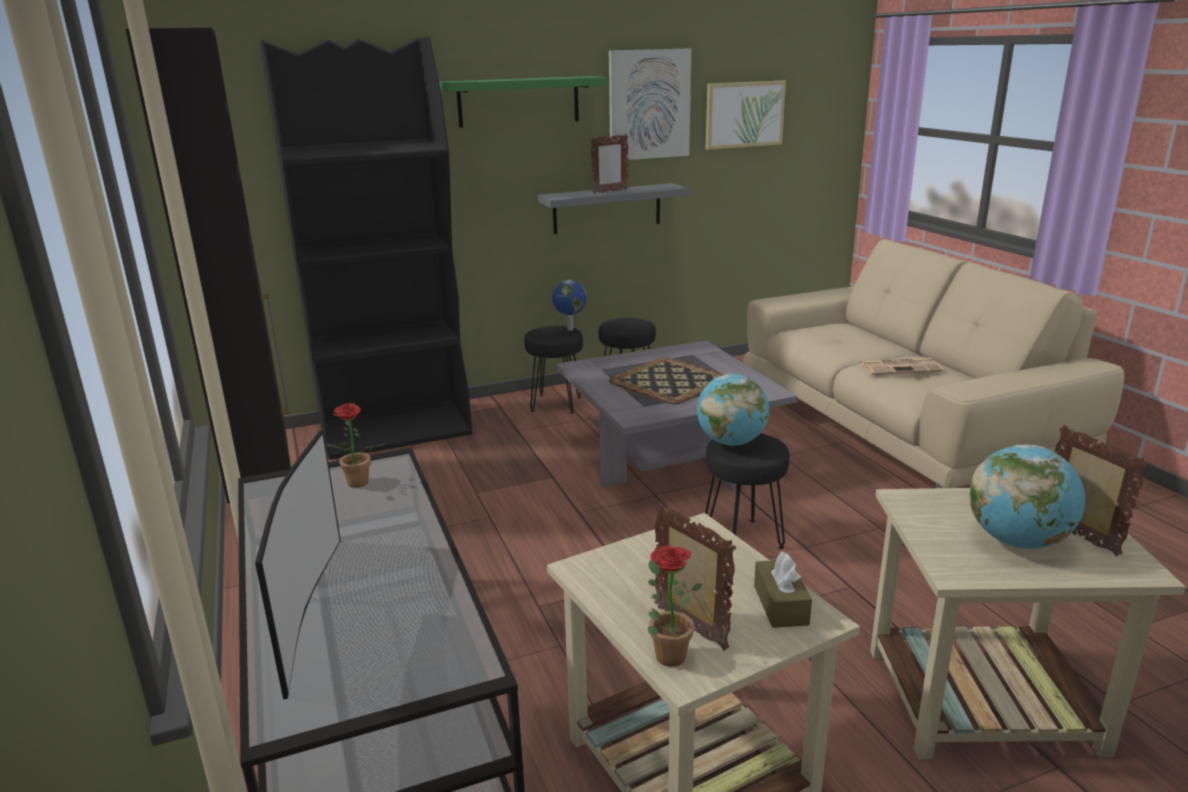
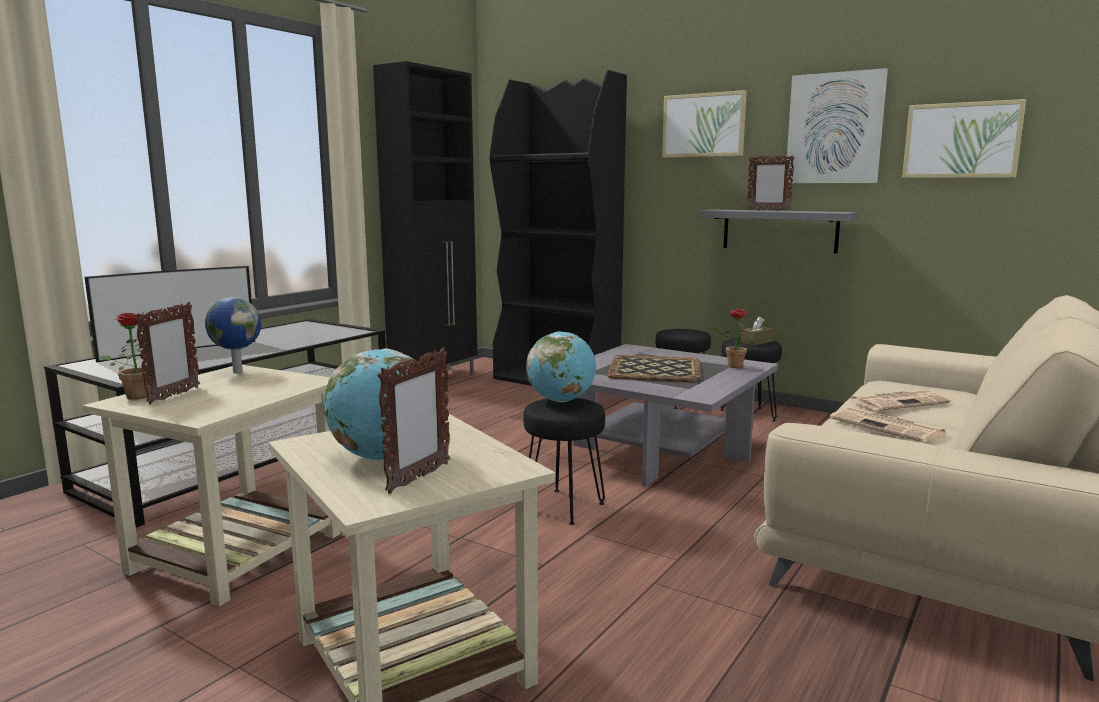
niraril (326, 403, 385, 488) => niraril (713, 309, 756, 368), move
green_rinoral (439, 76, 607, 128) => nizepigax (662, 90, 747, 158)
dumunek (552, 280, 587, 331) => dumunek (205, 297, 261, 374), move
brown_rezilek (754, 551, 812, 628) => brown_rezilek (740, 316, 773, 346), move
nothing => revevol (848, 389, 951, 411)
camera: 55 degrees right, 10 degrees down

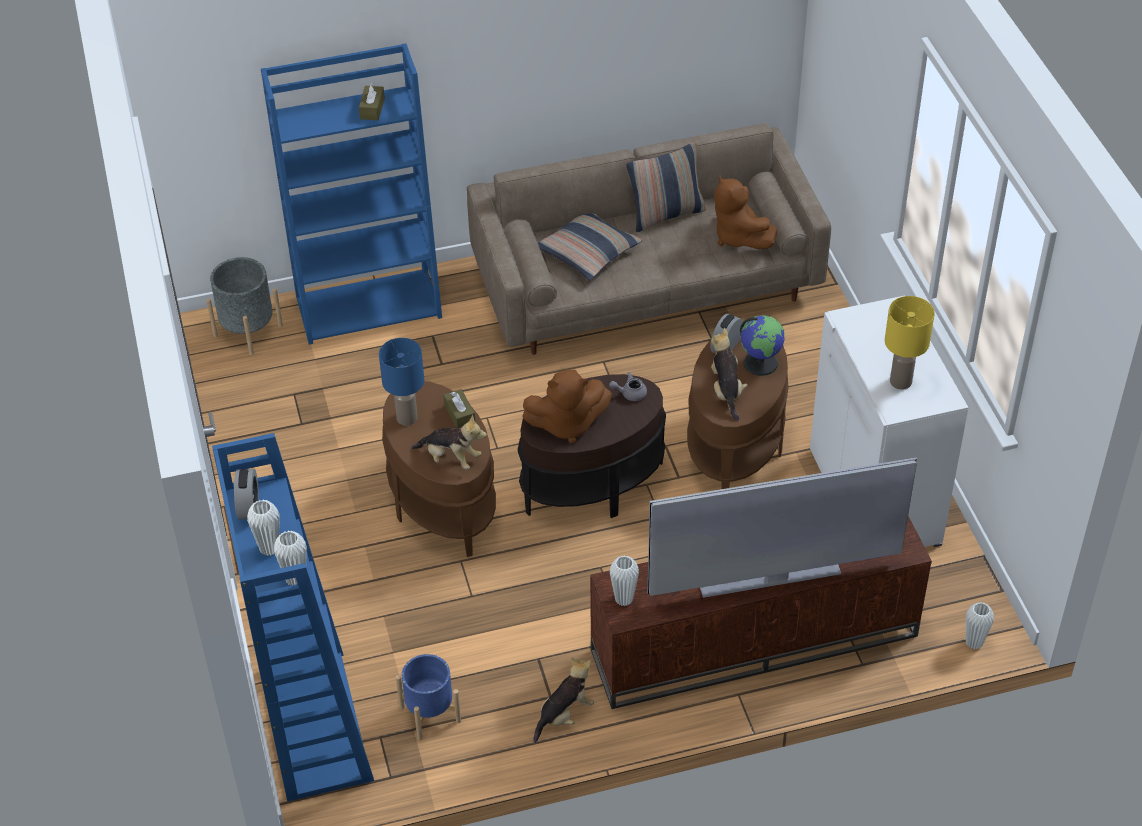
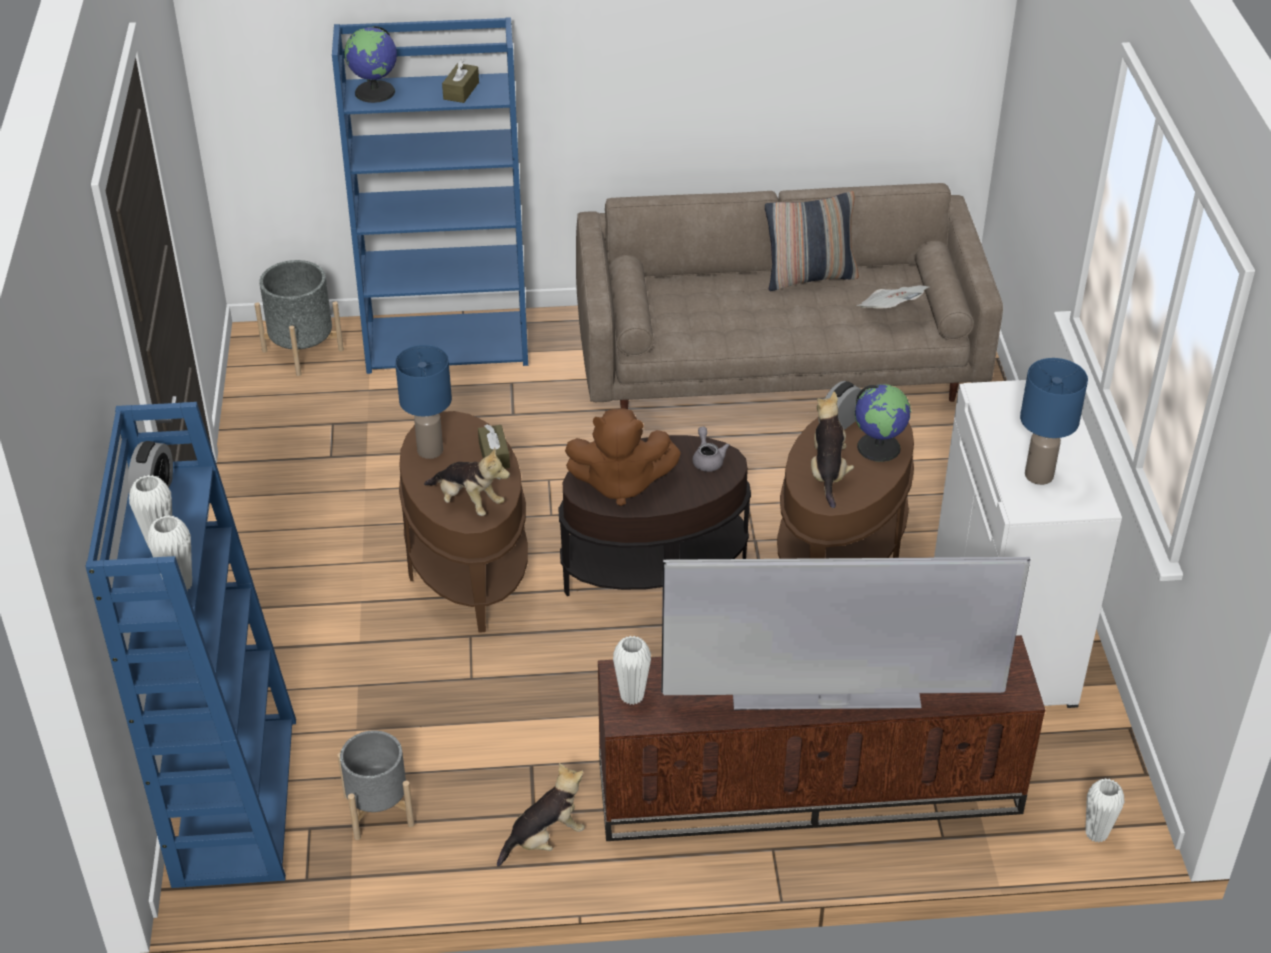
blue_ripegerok (396, 654, 461, 740) => grey_ripegerok (337, 730, 415, 840)
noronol (538, 213, 642, 281) => nothing
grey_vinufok (609, 372, 647, 401) => grey_vinufok (693, 427, 729, 472), 75 degrees clockwise
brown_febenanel (714, 175, 777, 249) => revevol (857, 285, 929, 309)
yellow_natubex (885, 296, 935, 390) => blue_natubex (1020, 358, 1088, 485)
nothing => dumunek (345, 26, 397, 103)
camera: 10 degrees right, 5 degrees down

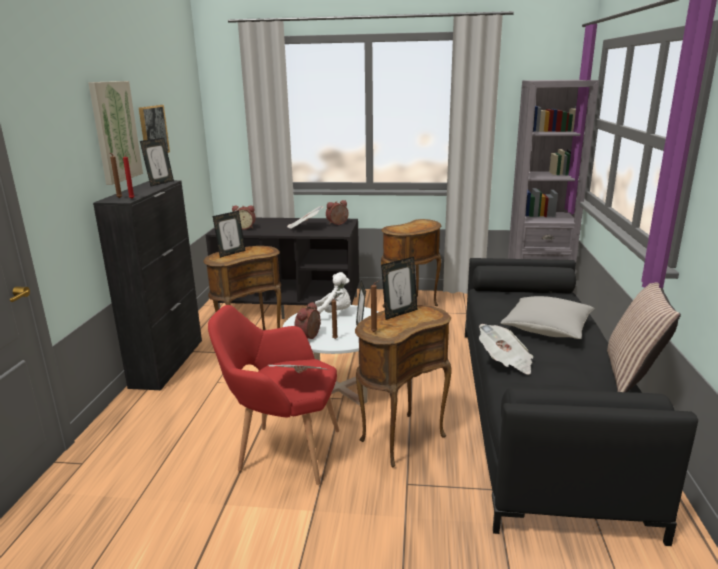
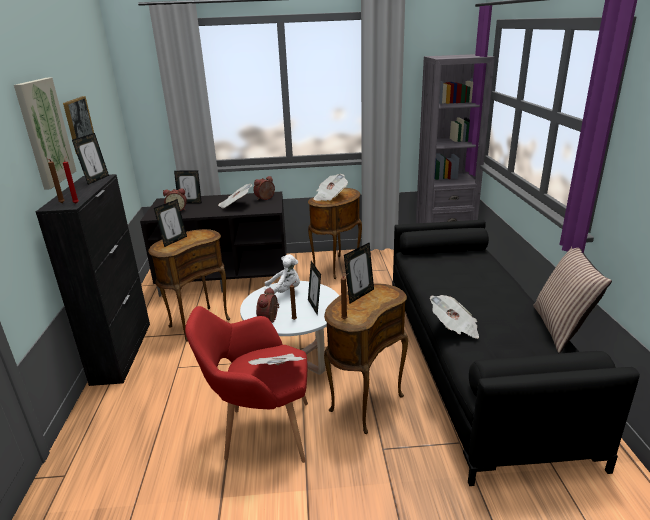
grey_noronol (501, 296, 595, 339) => nothing
nothing => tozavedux (174, 170, 202, 204)
nothing => revevol (313, 174, 348, 201)
camera: 10 degrees left, 5 degrees up

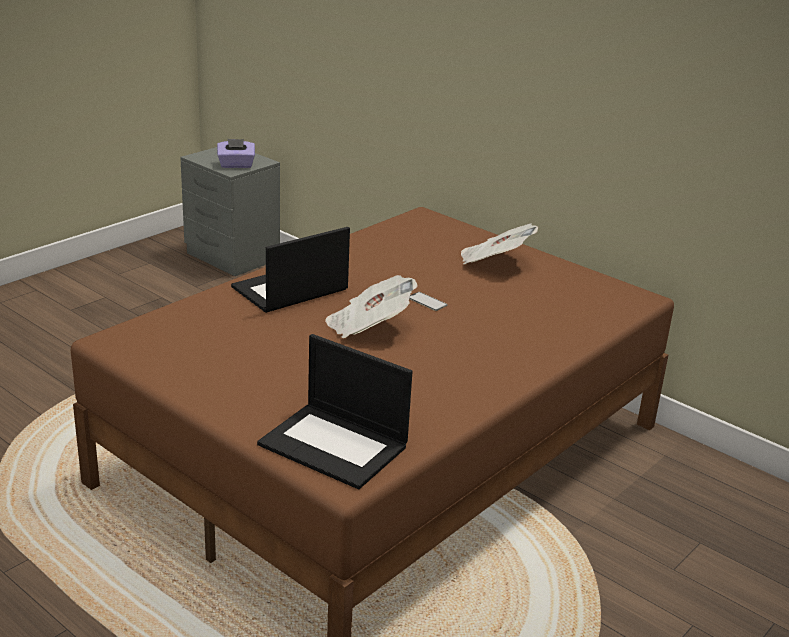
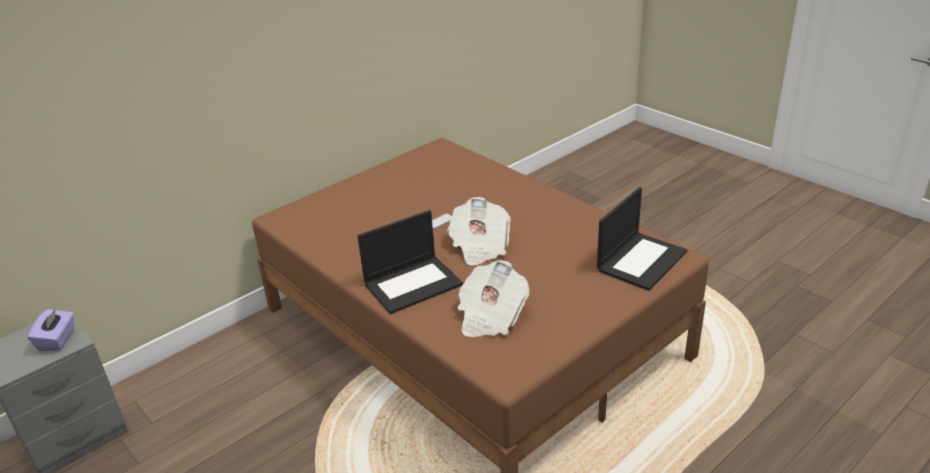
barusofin (231, 227, 350, 313) => barusofin (357, 210, 463, 314), 90 degrees counterclockwise
revevol (461, 224, 538, 264) => revevol (458, 260, 530, 337), move
camera: 80 degrees left, 5 degrees up

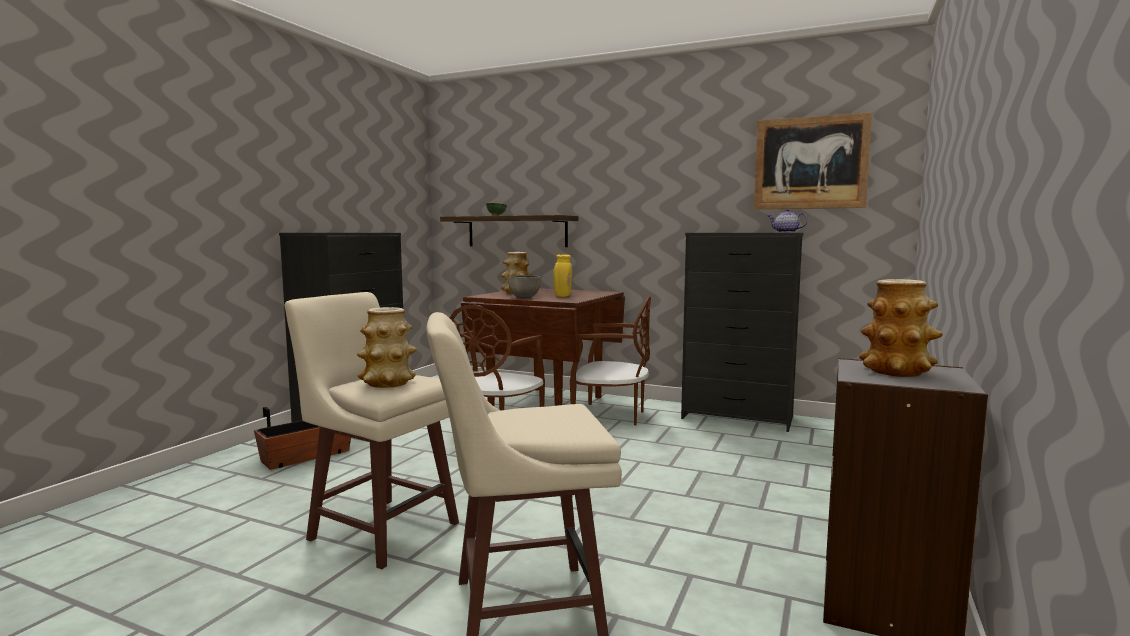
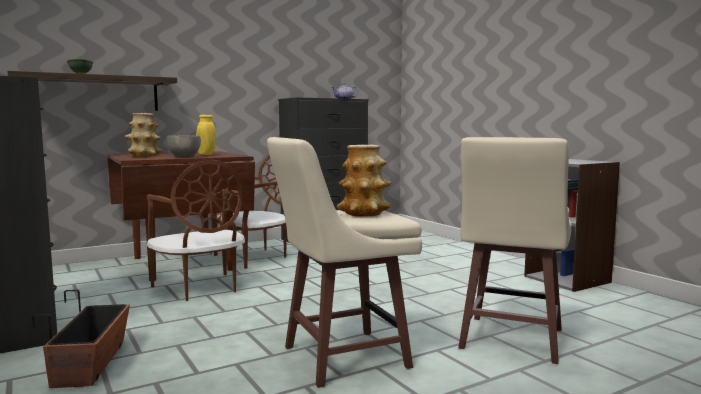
nizepigax (754, 112, 872, 210) => nothing
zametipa (859, 279, 943, 377) => nothing
camera: 55 degrees left, 0 degrees up

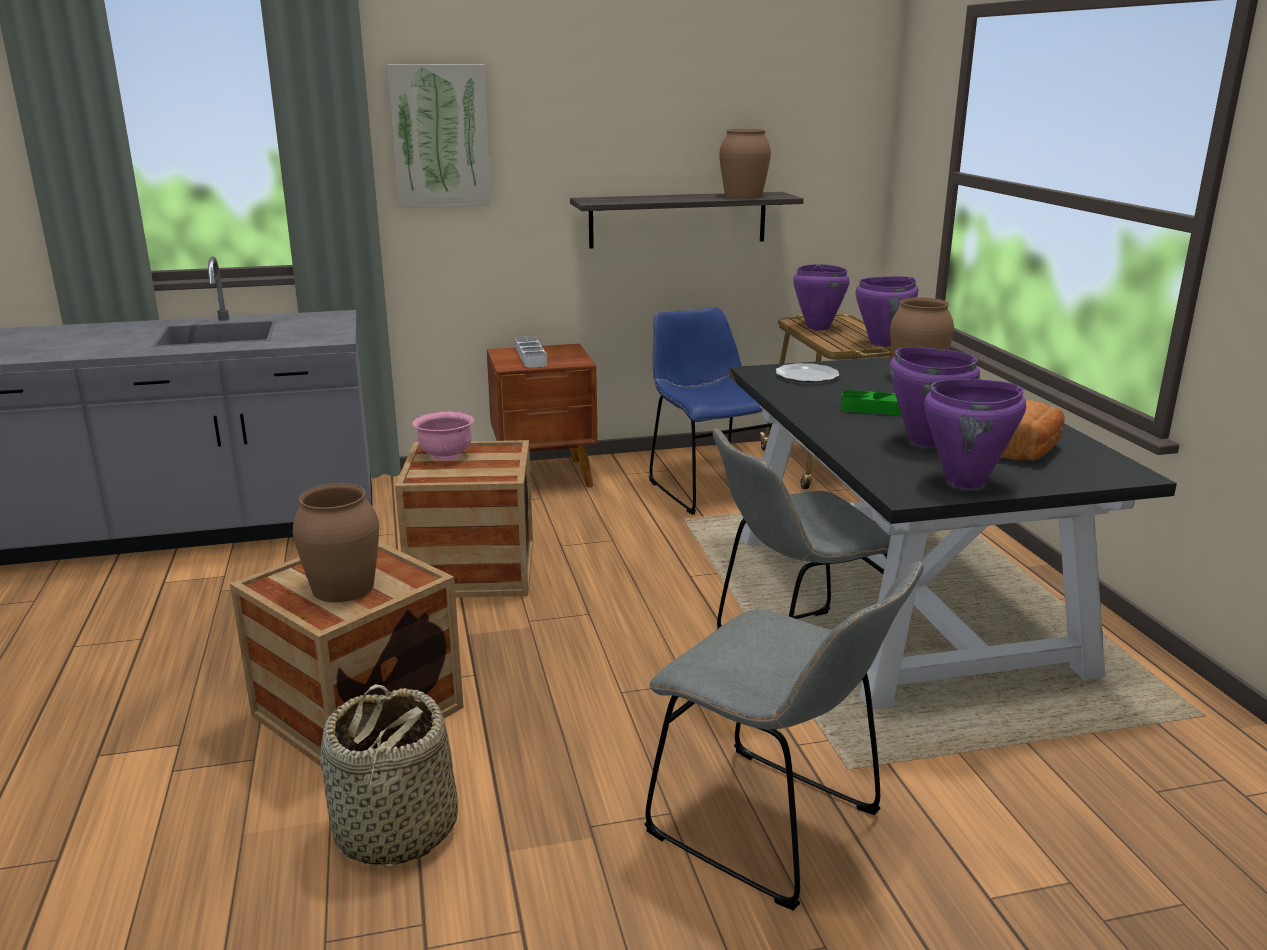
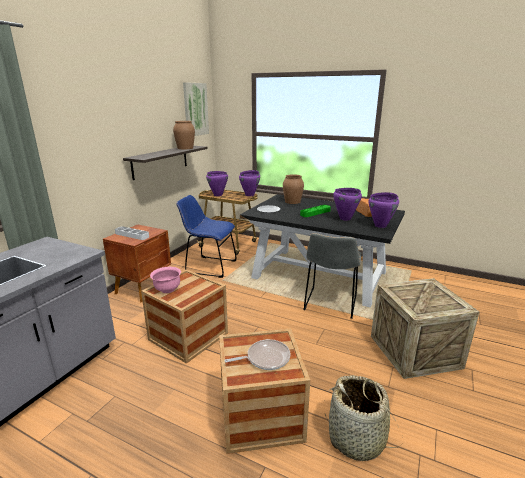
brown_zametipa (293, 483, 379, 602) => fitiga (224, 339, 291, 370)
nizepigax (387, 64, 491, 208) => nizepigax (183, 82, 209, 136), move
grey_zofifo (645, 561, 924, 911) => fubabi (371, 278, 479, 379)
camera: 50 degrees left, 0 degrees up

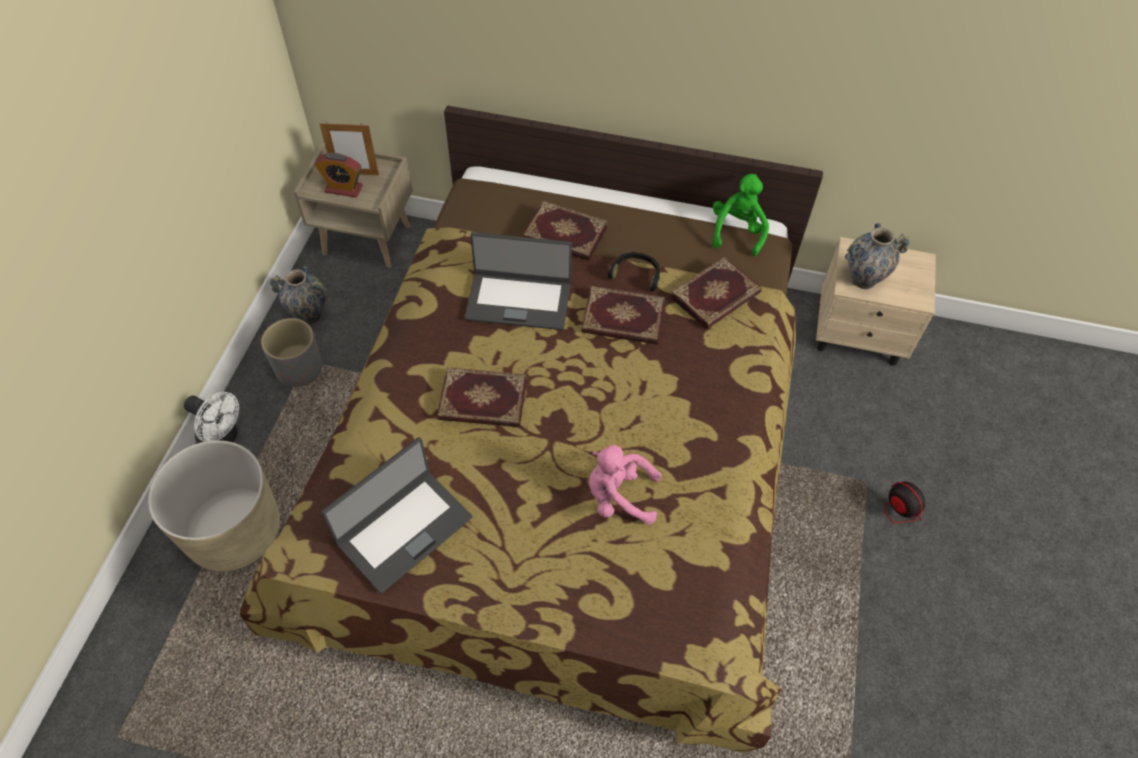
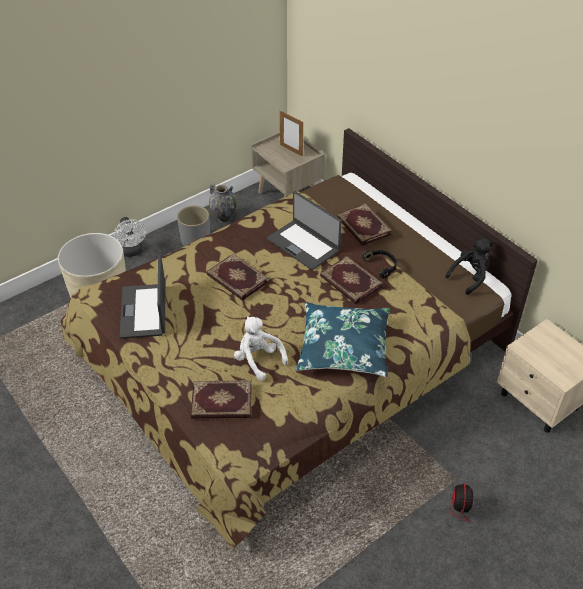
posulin (315, 153, 363, 198) => nothing
barusofin (321, 437, 473, 593) => barusofin (120, 255, 166, 339), 90 degrees clockwise
pink_febenanel (589, 445, 662, 525) => white_febenanel (234, 316, 288, 381)
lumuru (670, 256, 761, 329) => lumuru (191, 381, 252, 418), move
green_febenanel (712, 174, 769, 257) => black_febenanel (445, 238, 493, 295)
zametipa (845, 223, 910, 289) => nothing
nothing => blue_noronol (296, 302, 390, 377)
camera: 40 degrees right, 10 degrees down

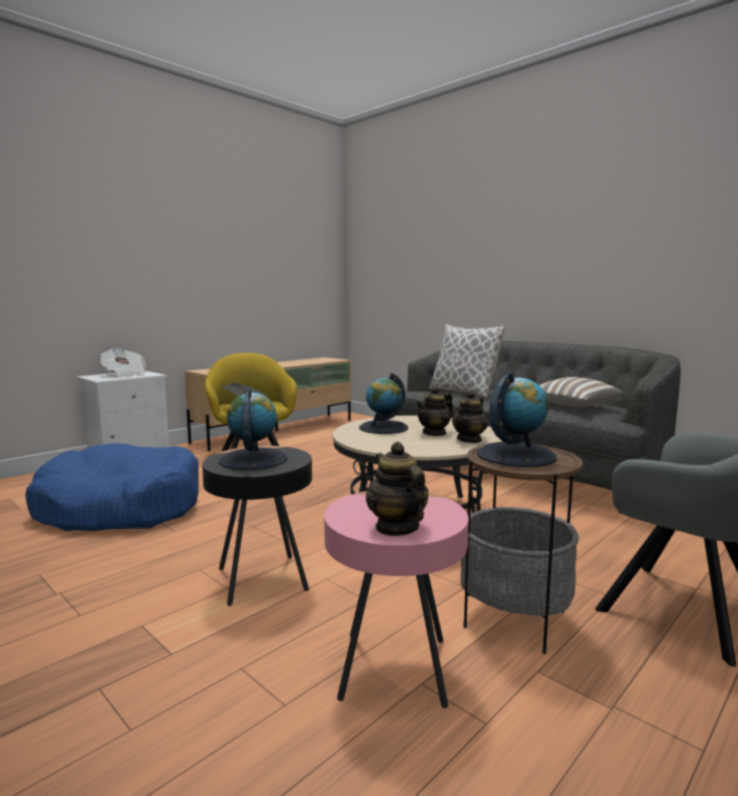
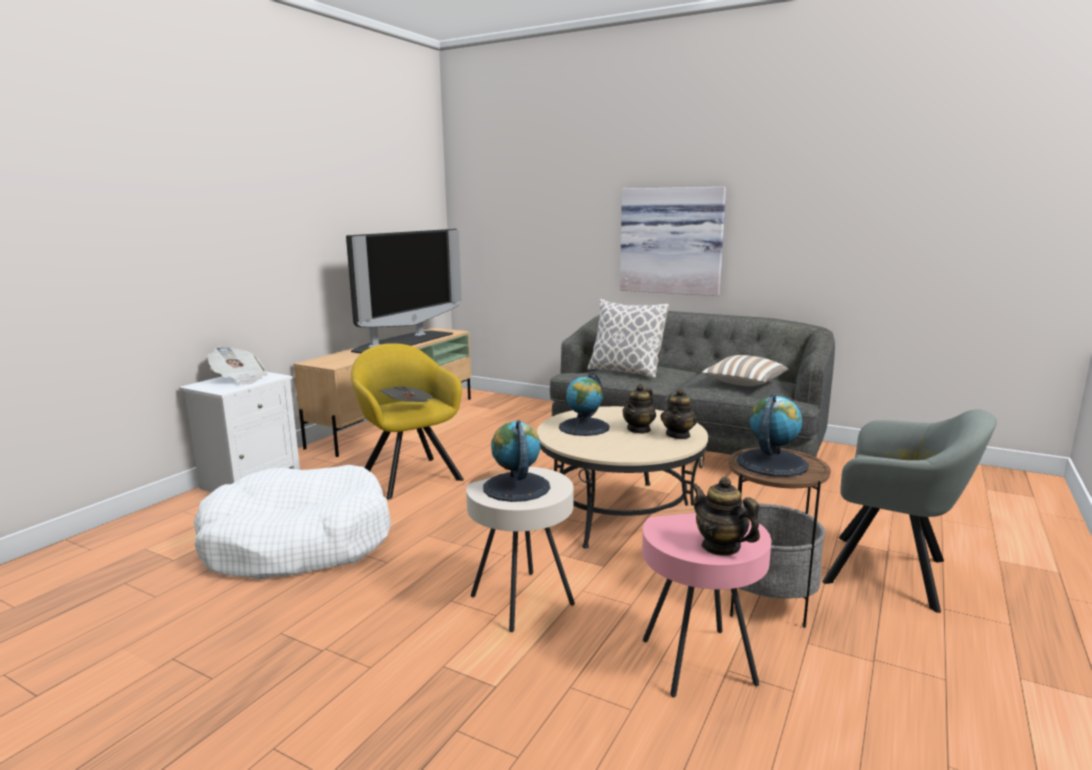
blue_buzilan (25, 443, 199, 531) => white_buzilan (194, 465, 391, 580)
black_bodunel (202, 446, 312, 606) => beige_bodunel (466, 467, 575, 632)
nothing => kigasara (346, 229, 462, 353)
nothing => nizepigax (620, 187, 726, 296)
camera: 15 degrees left, 5 degrees up

